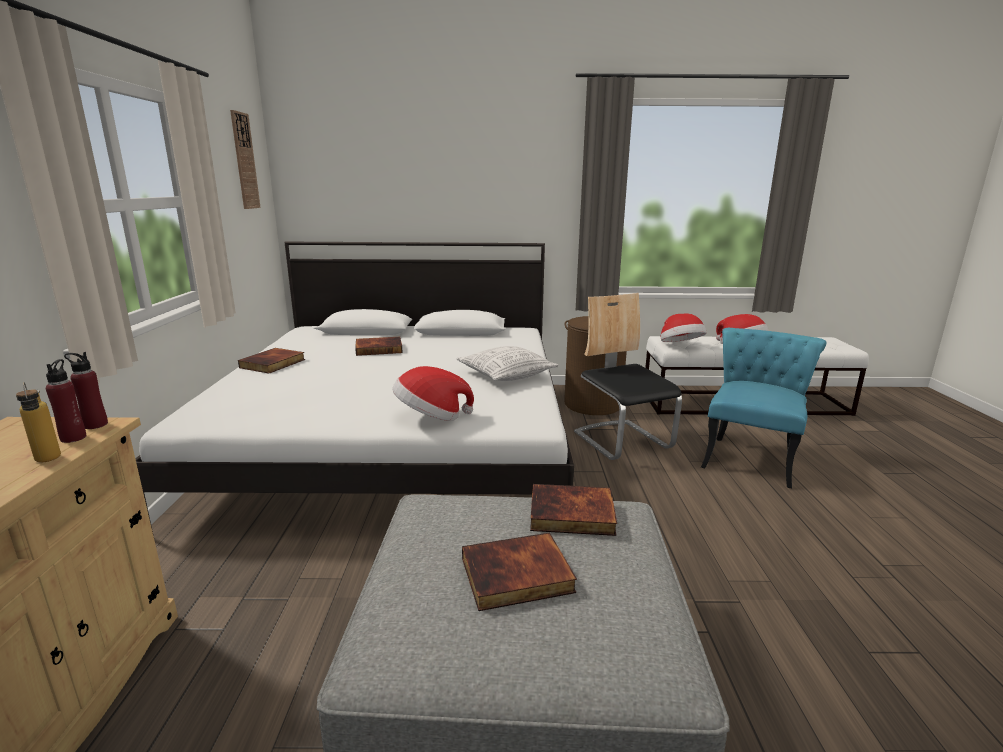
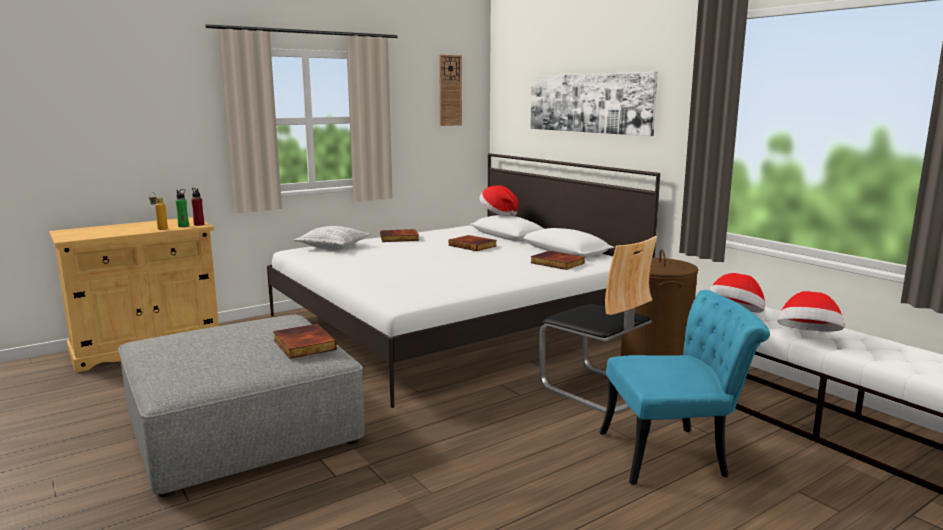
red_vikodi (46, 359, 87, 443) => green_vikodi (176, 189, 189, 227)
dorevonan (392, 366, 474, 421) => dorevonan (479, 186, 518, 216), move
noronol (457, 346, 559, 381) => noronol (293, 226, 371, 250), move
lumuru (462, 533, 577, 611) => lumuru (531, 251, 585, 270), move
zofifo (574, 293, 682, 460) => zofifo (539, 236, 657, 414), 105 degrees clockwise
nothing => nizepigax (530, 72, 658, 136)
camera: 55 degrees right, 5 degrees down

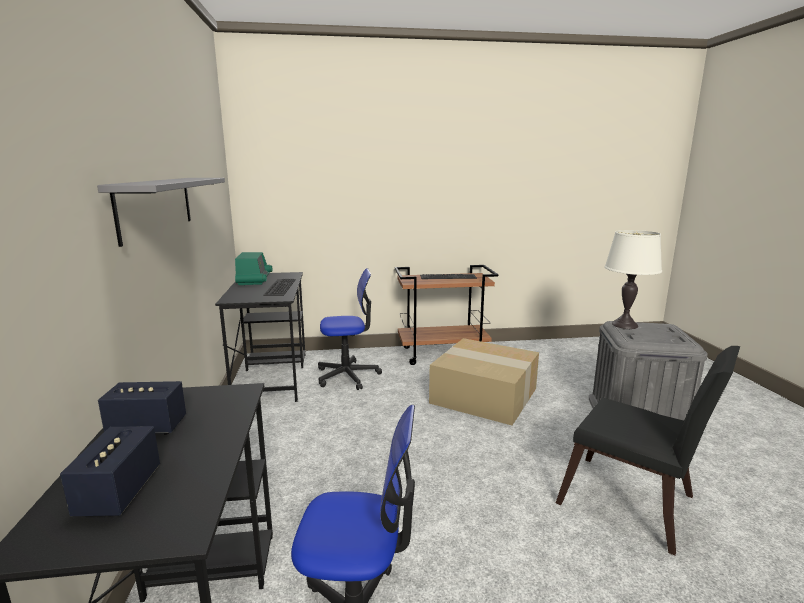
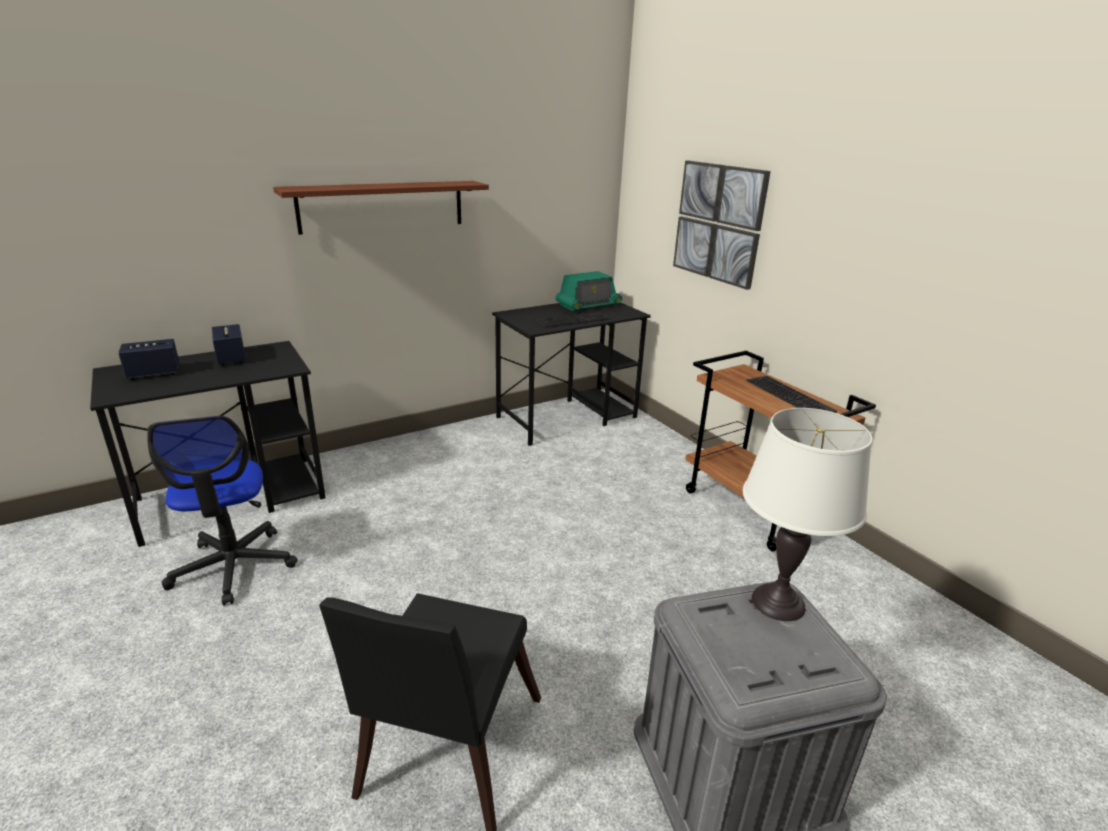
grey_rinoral (97, 178, 225, 247) => brown_rinoral (273, 181, 489, 235)
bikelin (318, 268, 382, 390) => nothing
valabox (429, 338, 539, 425) => nothing
nothing => nizepigax (673, 161, 771, 290)
camera: 65 degrees right, 10 degrees up

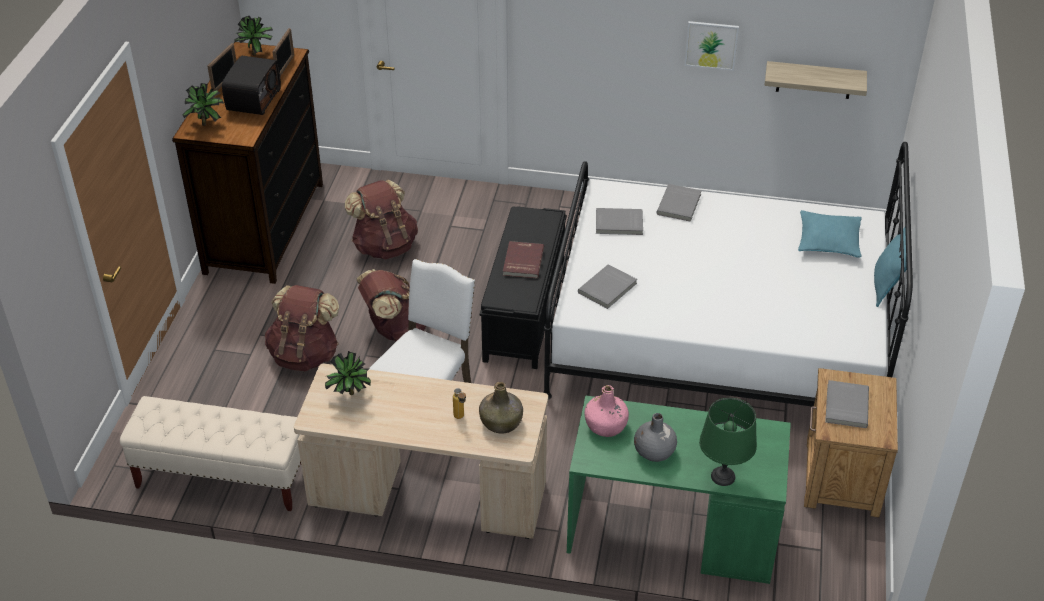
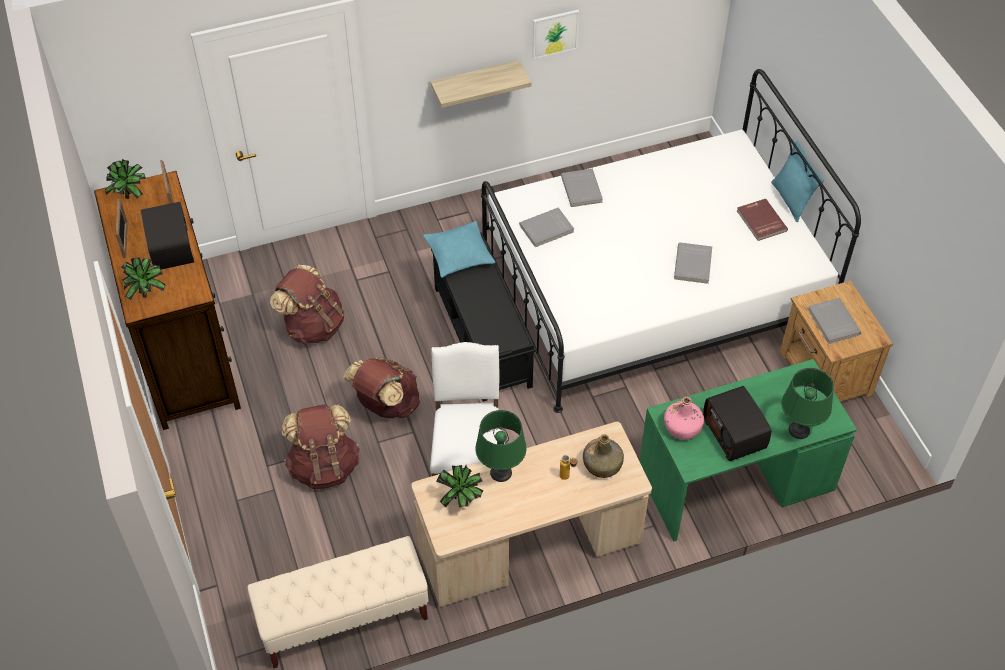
red_lumuru (503, 241, 544, 278) => red_lumuru (737, 199, 788, 241), move
grey_lumuru (578, 264, 637, 309) => grey_lumuru (674, 242, 712, 284), move
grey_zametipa (634, 413, 677, 462) => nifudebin (703, 386, 771, 461)
rinoral (764, 61, 867, 99) => rinoral (430, 60, 532, 108), move
turquoise_noronol (798, 210, 862, 258) => turquoise_noronol (423, 221, 496, 278), move
nothing => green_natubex (475, 410, 527, 482)
camera: 30 degrees left, 10 degrees up

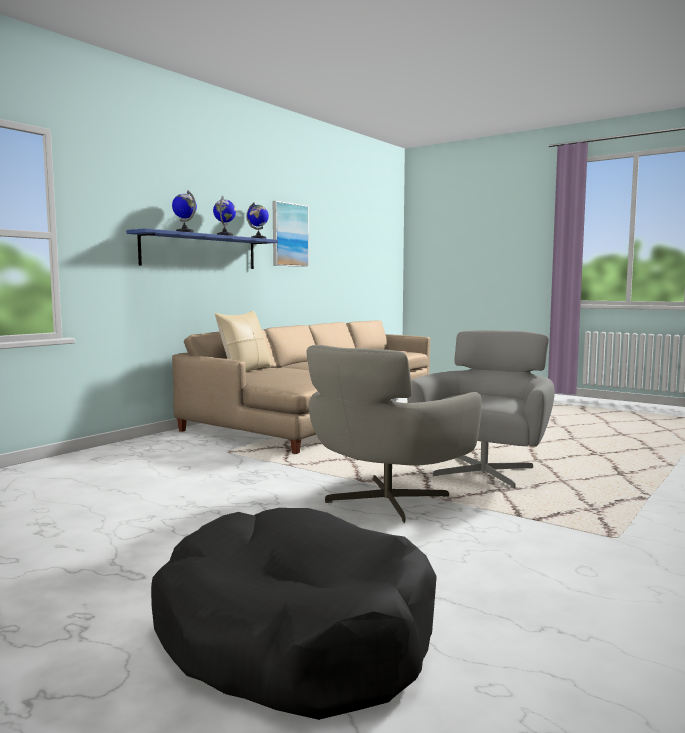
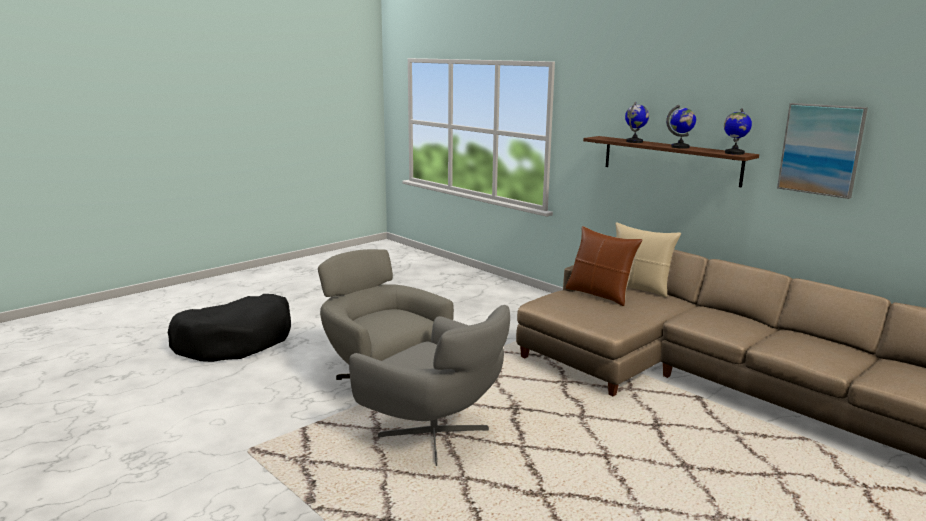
blue_rinoral (126, 228, 278, 269) => brown_rinoral (583, 136, 759, 187)
nothing => brown_noronol (566, 226, 642, 306)
camera: 100 degrees right, 10 degrees up

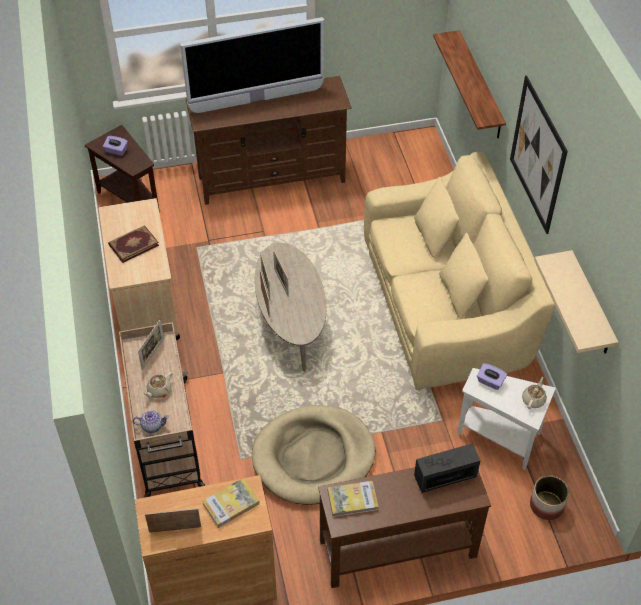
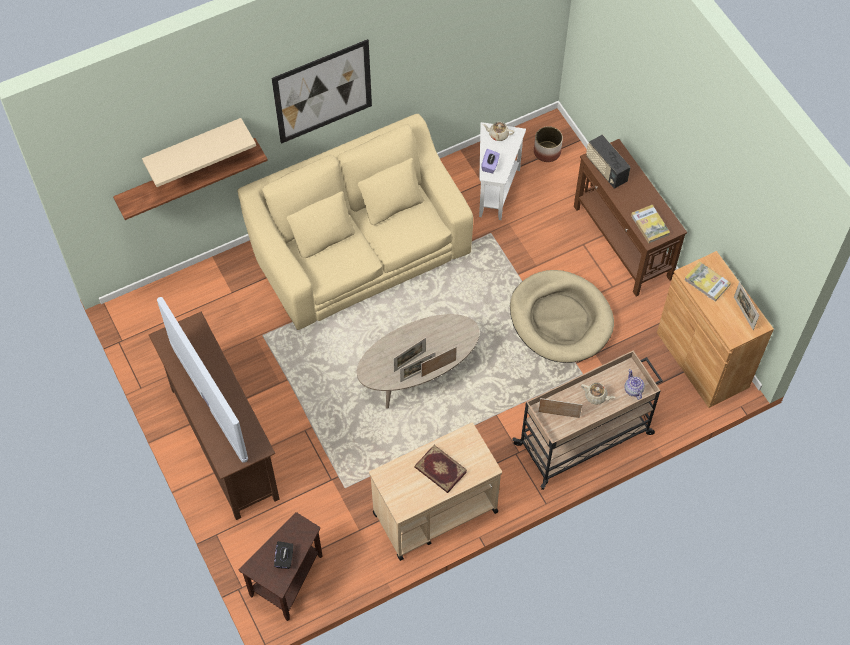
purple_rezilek (103, 136, 128, 156) => black_rezilek (274, 541, 293, 569)
beige_rinoral (534, 250, 618, 354) => beige_rinoral (142, 118, 256, 187), move
camera: 105 degrees left, 10 degrees up

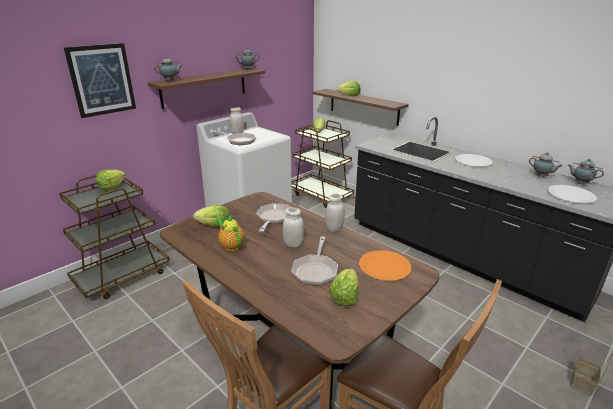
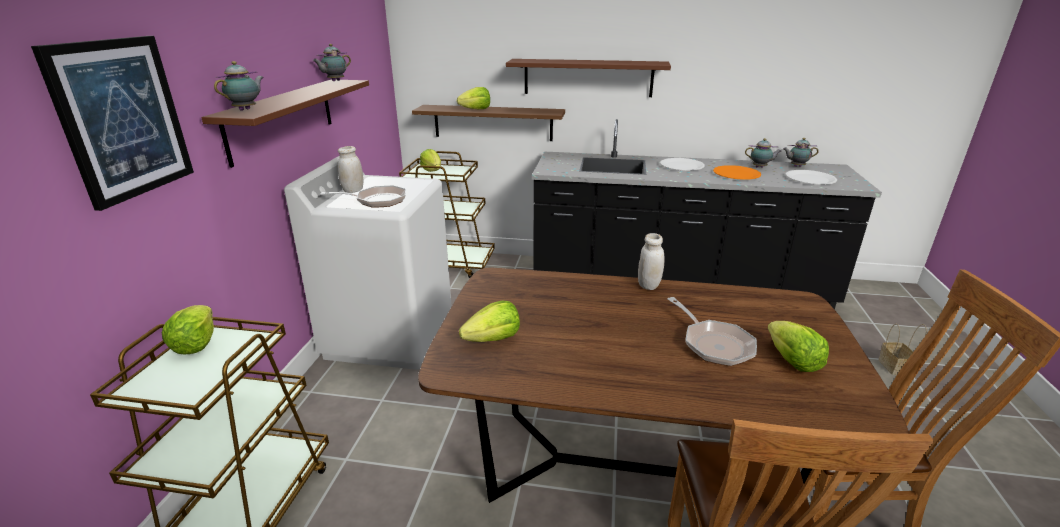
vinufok (216, 215, 245, 251) => nothing
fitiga (256, 203, 290, 232) => nothing
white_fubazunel (283, 207, 304, 248) => nothing
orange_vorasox (359, 250, 411, 281) => orange_vorasox (713, 165, 761, 180), move
nothing => brown_rinoral (506, 59, 671, 97)
camera: 35 degrees left, 0 degrees up

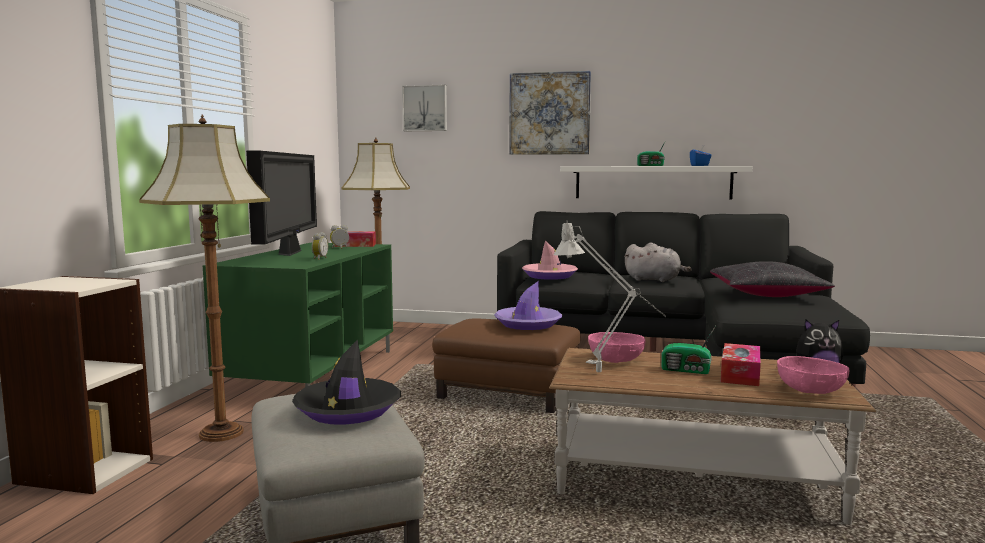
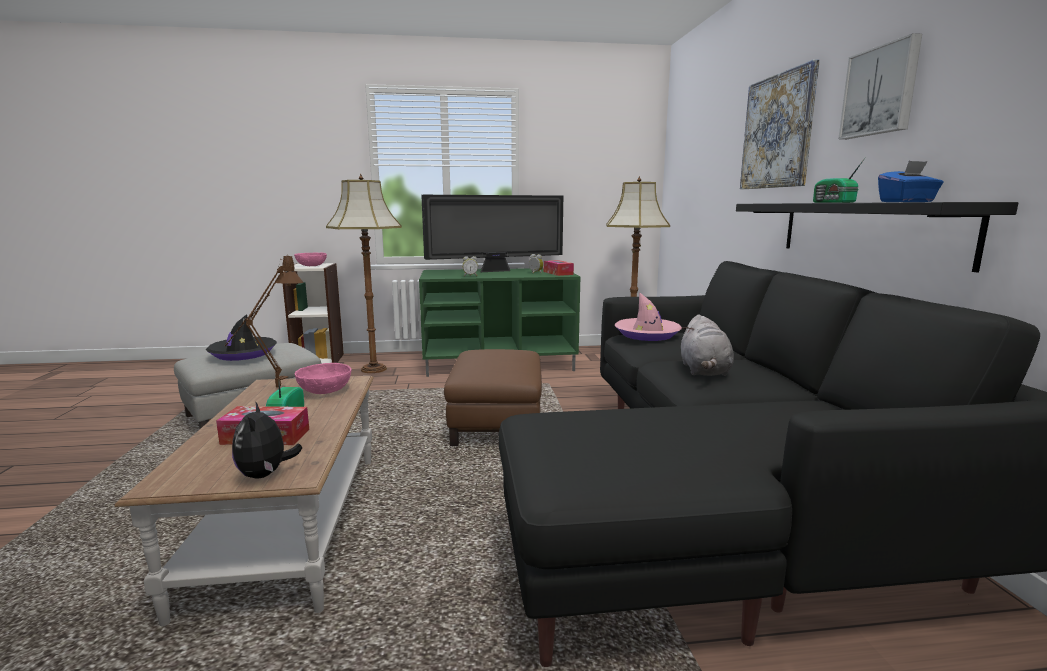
nizepigax (402, 85, 447, 131) => nizepigax (838, 33, 922, 139), move
purple_dorevonan (494, 281, 562, 330) => nothing
grey_natubex (554, 220, 666, 372) => brown_natubex (224, 256, 304, 388)
white_rinoral (560, 166, 753, 200) => black_rinoral (736, 202, 1018, 272)
black_noronol (710, 261, 835, 297) => nothing
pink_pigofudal (777, 356, 849, 394) => pink_pigofudal (294, 253, 327, 266), move
camera: 70 degrees right, 5 degrees up

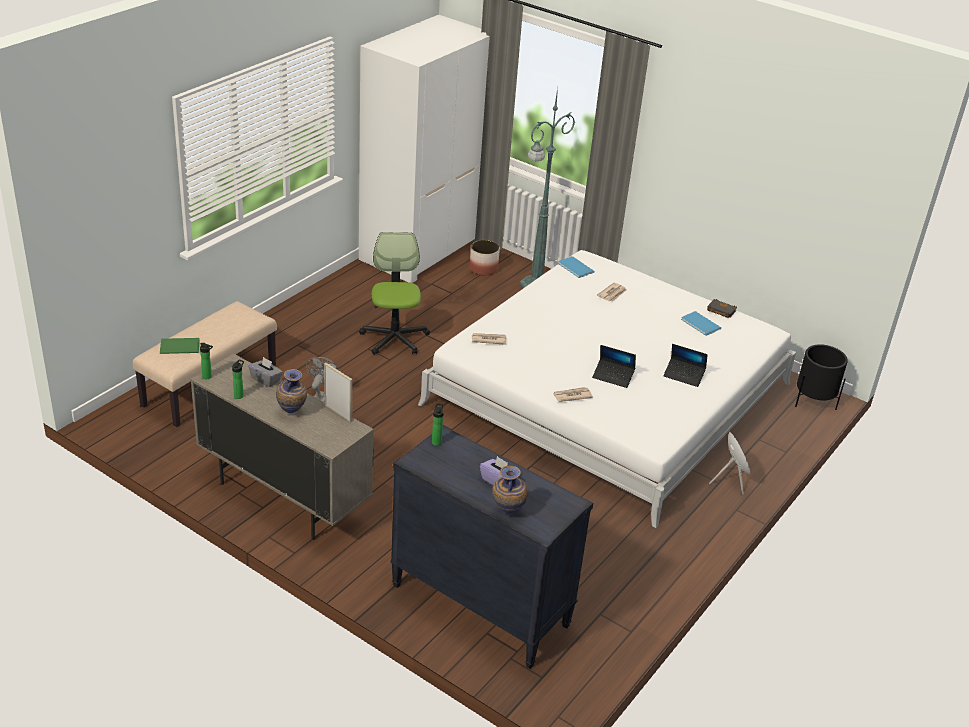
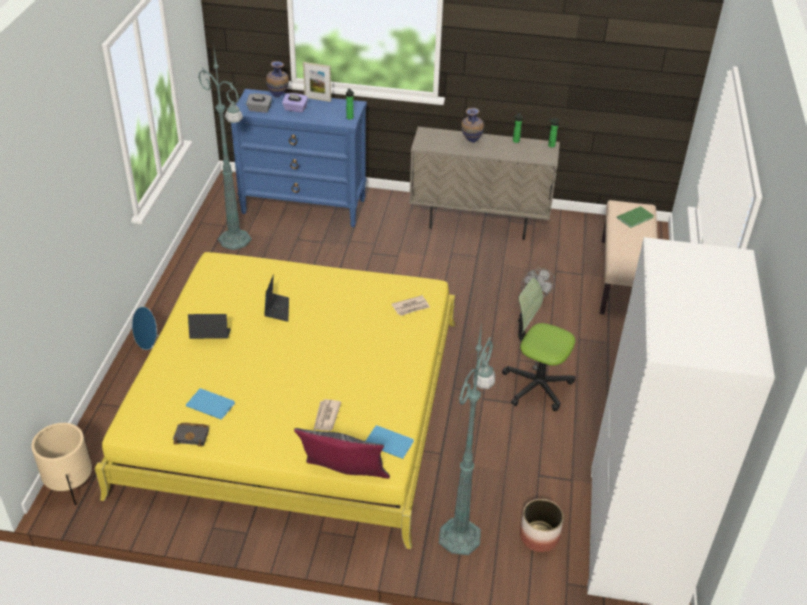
grey_rezilek (248, 357, 283, 387) => grey_rezilek (246, 94, 272, 113), move
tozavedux (324, 363, 352, 422) => tozavedux (303, 62, 331, 102), move
bikelin (359, 232, 430, 355) => bikelin (502, 278, 575, 411), 150 degrees clockwise
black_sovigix (391, 425, 593, 669) => blue_sovigix (231, 89, 367, 227)
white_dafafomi (418, 250, 796, 528) => yellow_dafafomi (95, 252, 455, 549)
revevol (553, 387, 593, 402) => nothing
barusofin (592, 345, 636, 388) => barusofin (264, 275, 289, 322), 90 degrees clockwise
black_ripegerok (795, 344, 848, 410) => beige_ripegerok (31, 423, 93, 505)
nothing => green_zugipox (198, 49, 252, 250)
nothing => grey_noronol (294, 428, 390, 479)
camera: 155 degrees right, 5 degrees up

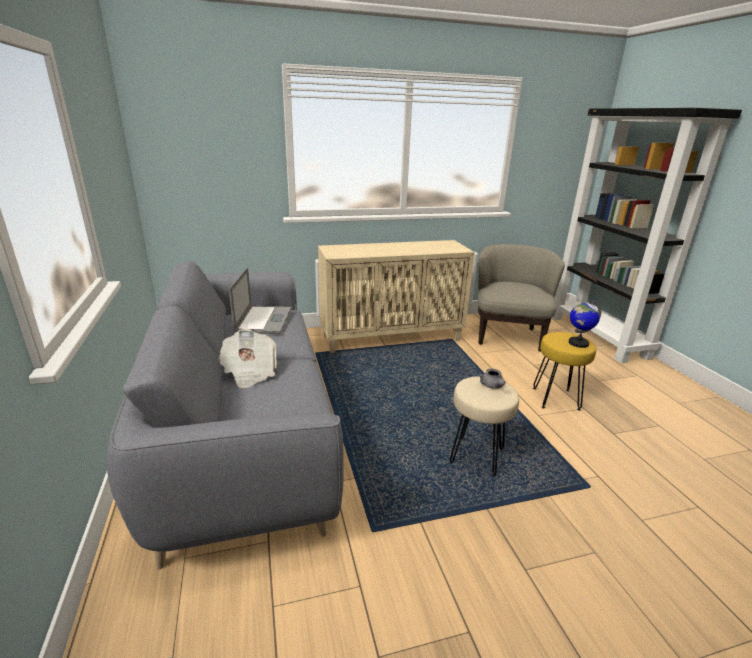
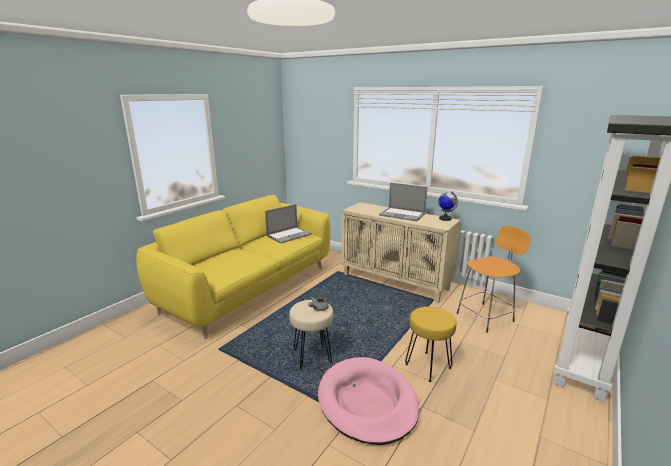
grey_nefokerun (107, 261, 344, 569) => yellow_nefokerun (136, 195, 330, 339)
revevol (218, 329, 277, 388) => nothing
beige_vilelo (478, 244, 565, 352) => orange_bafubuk (457, 226, 531, 333)
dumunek (569, 301, 601, 348) => dumunek (438, 192, 458, 221), move
nothing => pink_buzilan (318, 357, 419, 445)
nothing => barusofin (379, 183, 428, 221)
camera: 50 degrees right, 5 degrees down

